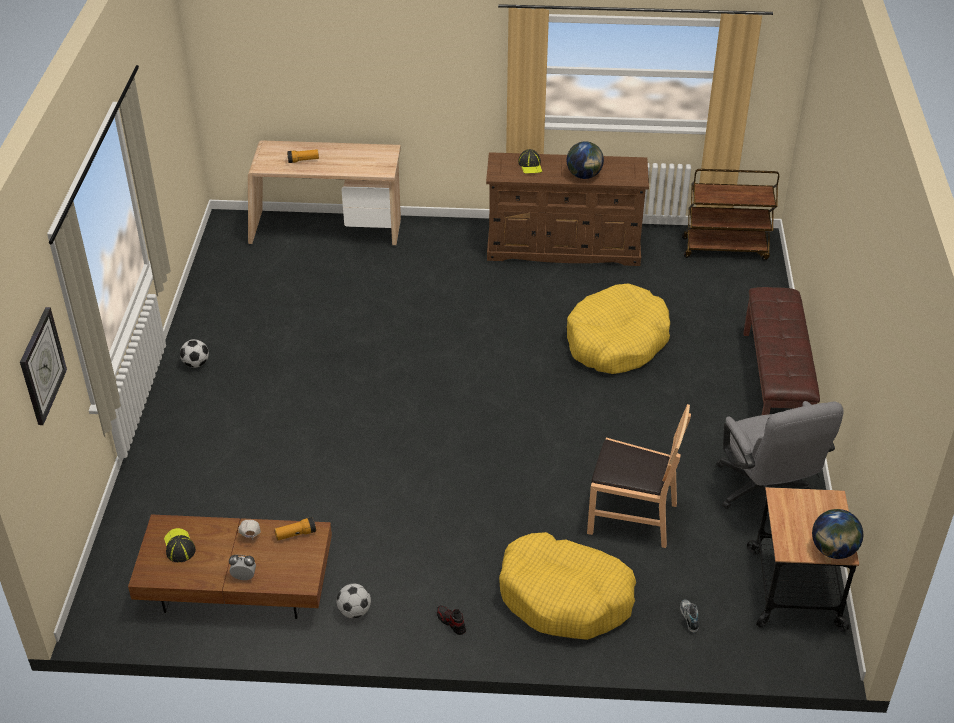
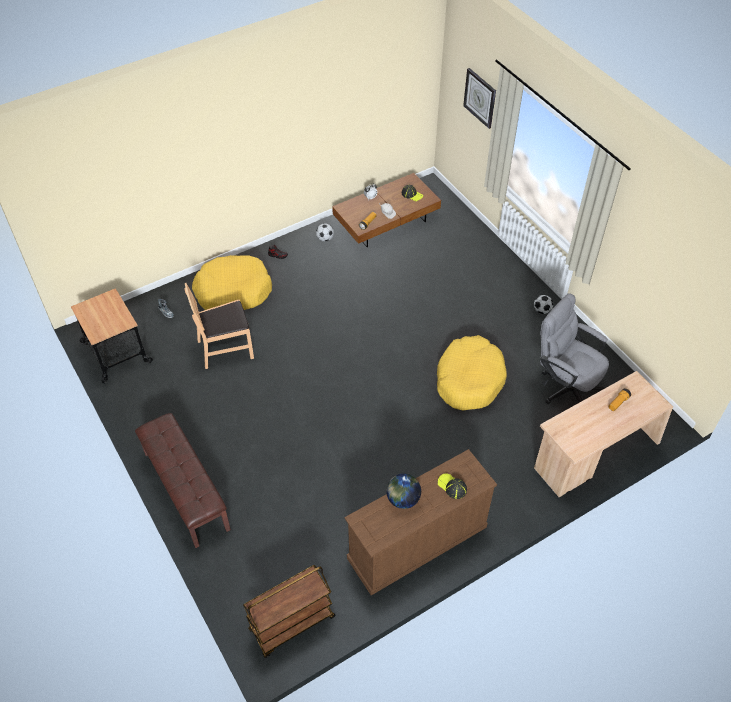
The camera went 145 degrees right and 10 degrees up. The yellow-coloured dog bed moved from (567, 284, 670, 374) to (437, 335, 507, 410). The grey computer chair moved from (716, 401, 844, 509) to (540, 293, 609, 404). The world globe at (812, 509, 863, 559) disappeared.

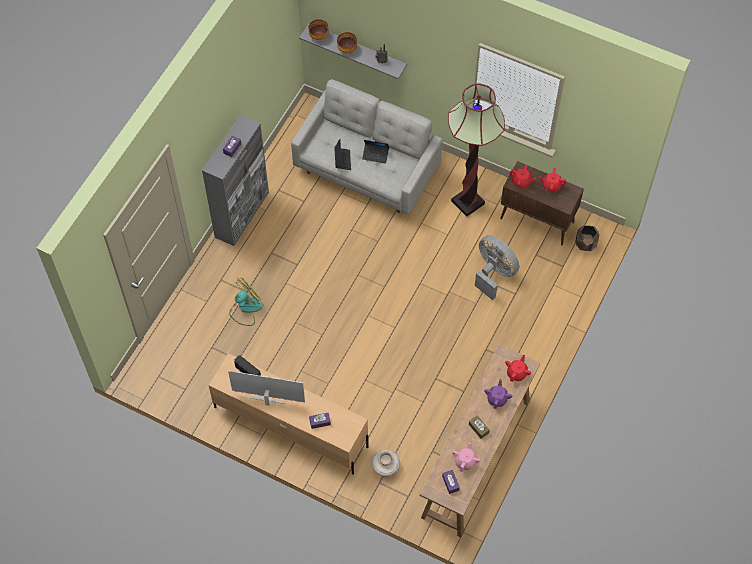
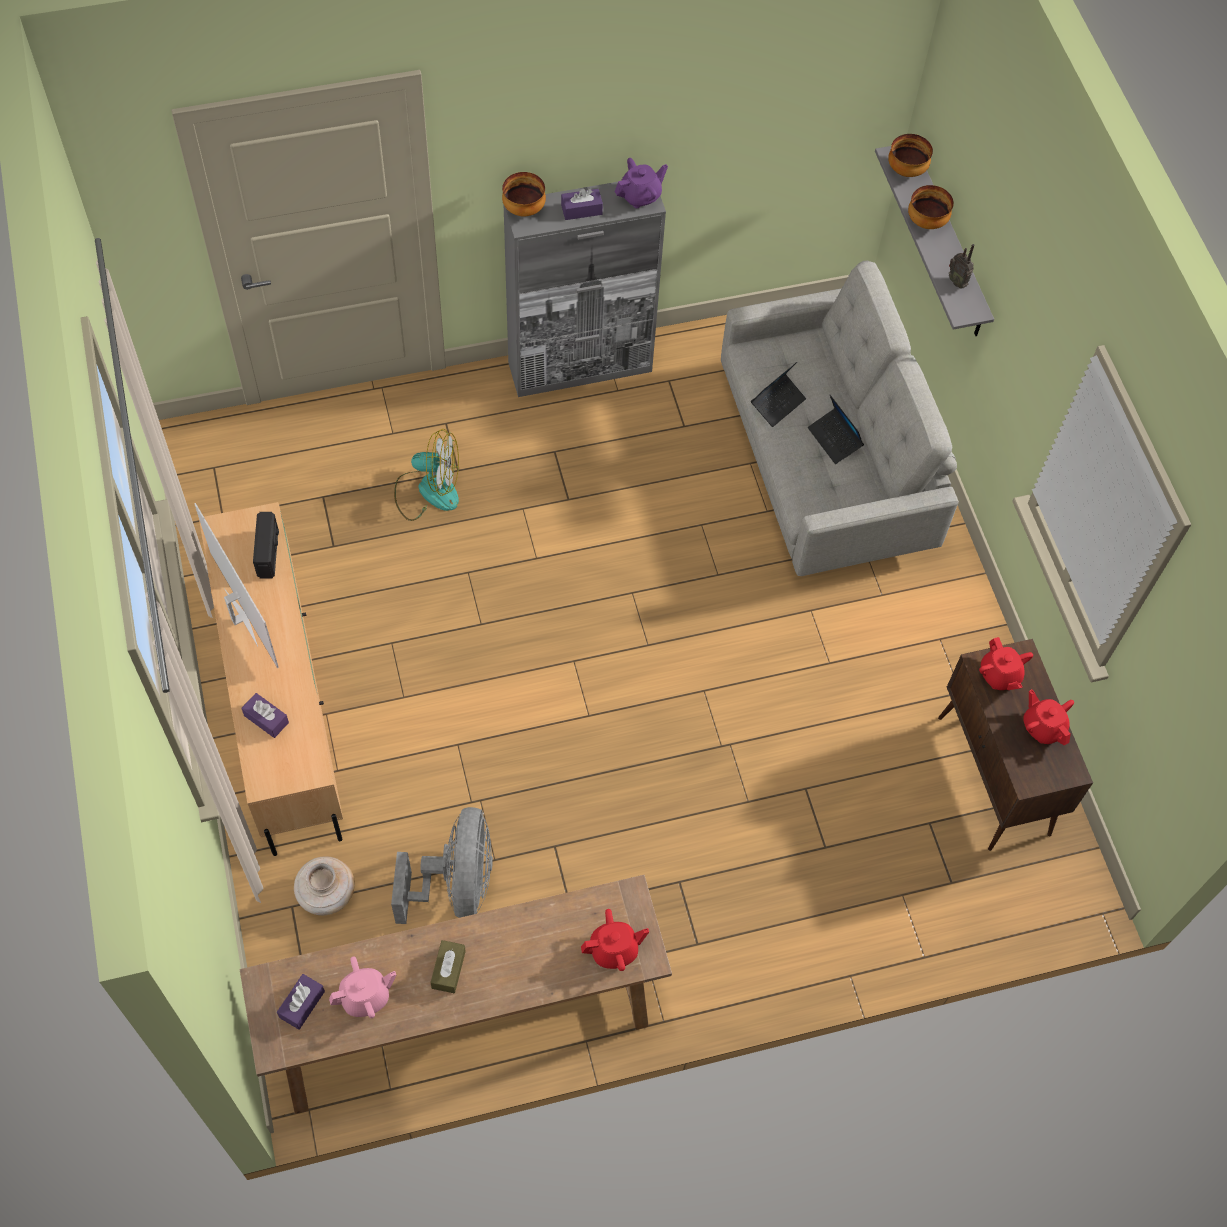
The camera went 45 degrees right and 0 degrees up. The grey fan moved from (475, 235, 519, 300) to (391, 807, 493, 924). The bowl at (502, 172, 546, 216) appeared. The purple-coloured teapot moved from (484, 379, 512, 409) to (615, 158, 668, 208). The floor lamp at (448, 83, 505, 217) disappeared. The brown planter at (575, 225, 599, 251) disappeared.

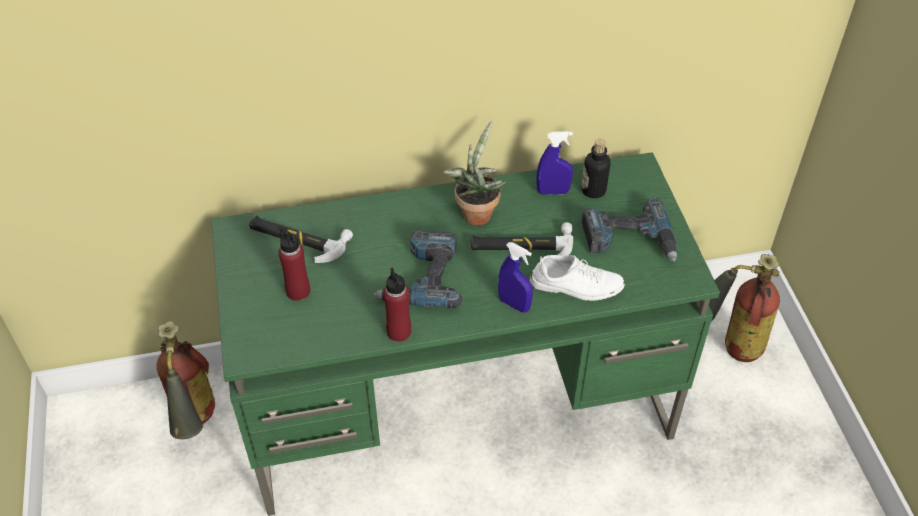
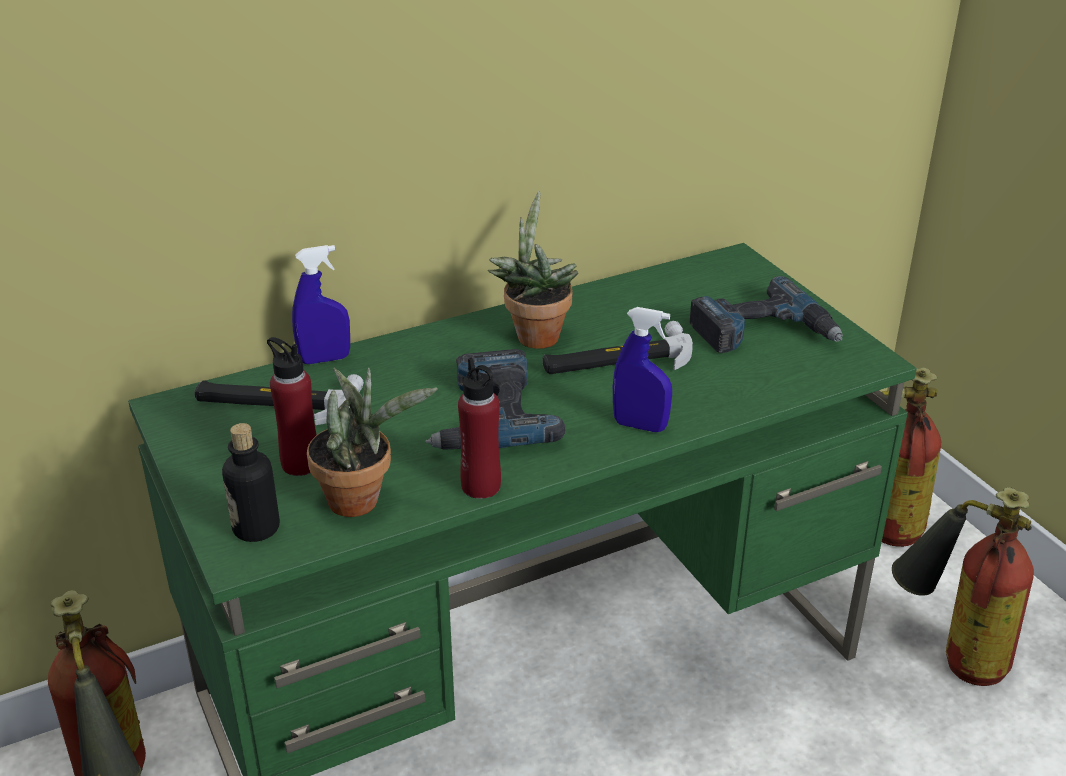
The camera went 15 degrees left and 15 degrees down. The drink bottle moved from (581, 139, 611, 198) to (222, 423, 280, 542). The bluish sprayer moved from (536, 131, 573, 195) to (292, 245, 350, 364). The plant in a pot at (307, 368, 438, 517) appeared. The fire extinguisher at (892, 487, 1034, 686) appeared. The white shoe at (530, 255, 625, 301) disappeared.

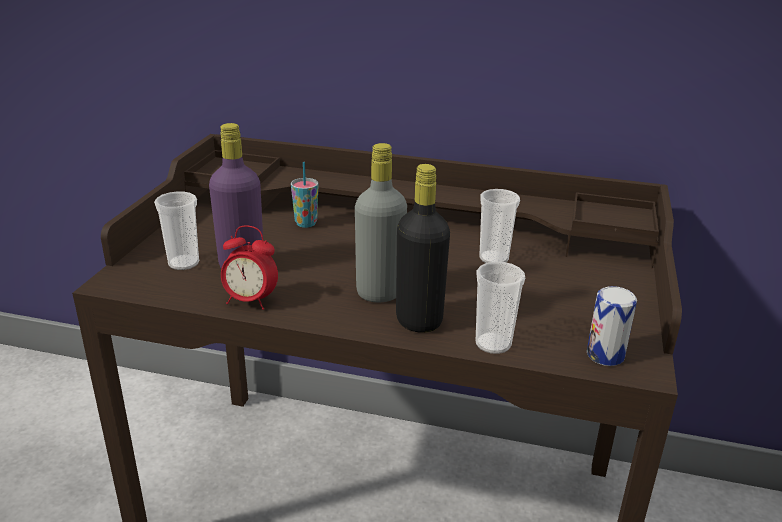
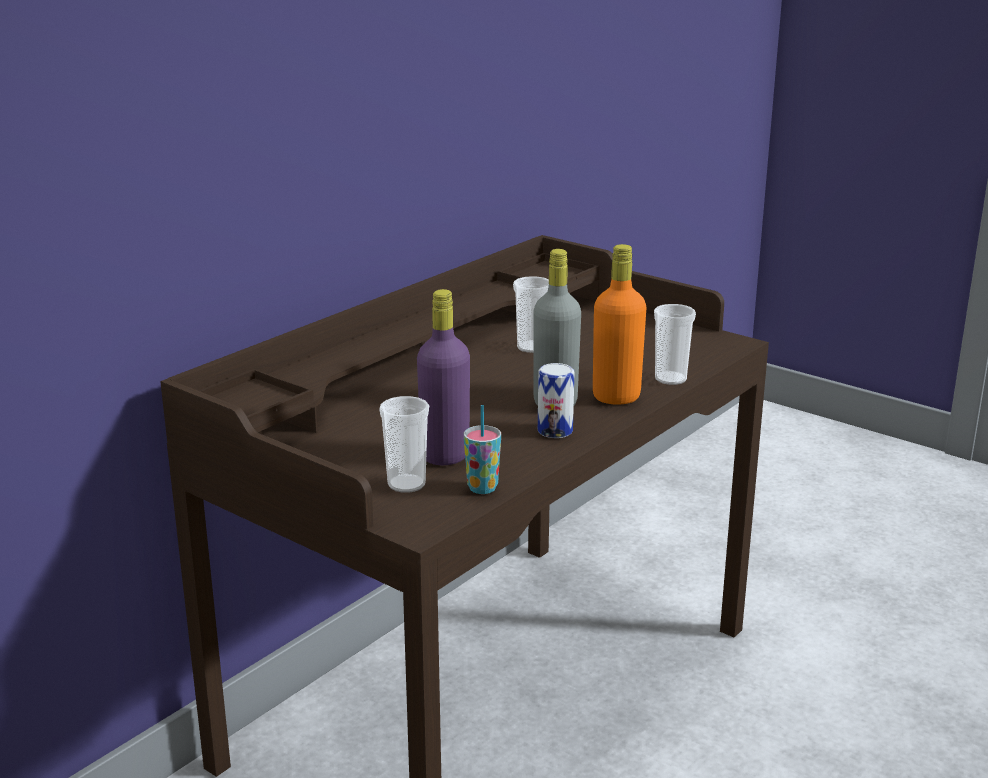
The camera went 65 degrees left and 5 degrees down. The drinking cup moved from (291, 162, 318, 228) to (464, 405, 501, 494). The sealed can moved from (587, 286, 637, 366) to (538, 363, 575, 438). The black-coloured drink bottle at (396, 164, 450, 333) became the orange drink bottle at (593, 244, 647, 405). The table clock at (221, 225, 278, 310) disappeared.

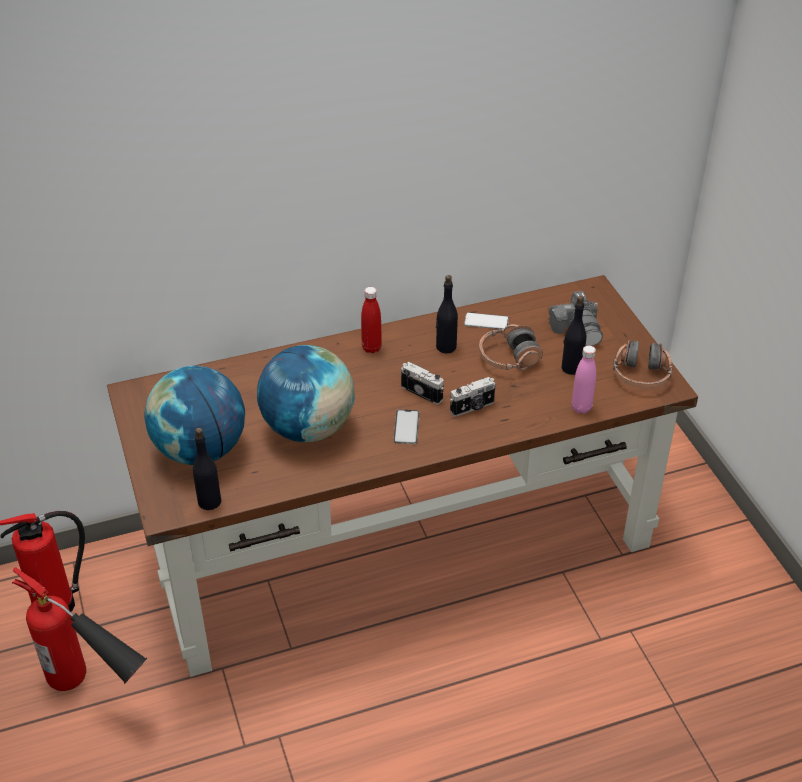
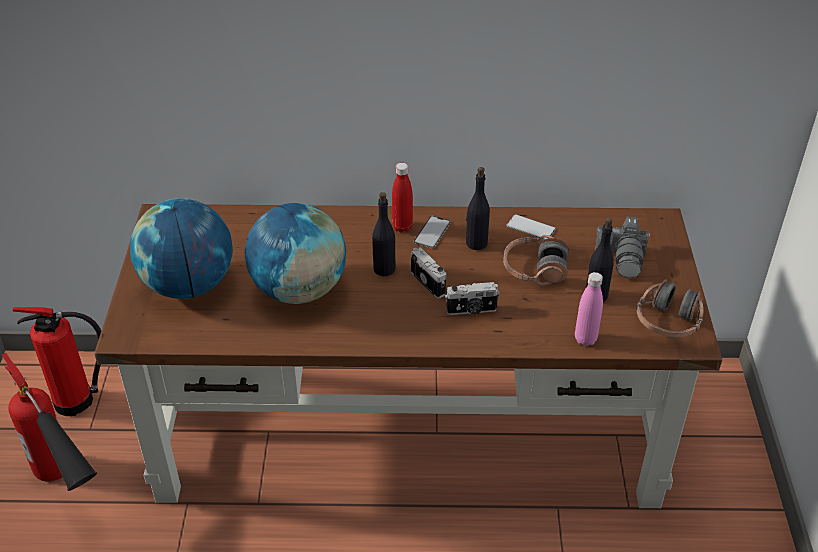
The camera went 20 degrees right and 0 degrees up. The black-coloured drink bottle moved from (193, 428, 221, 510) to (372, 192, 395, 276). The handset moved from (393, 409, 420, 444) to (414, 216, 451, 249).

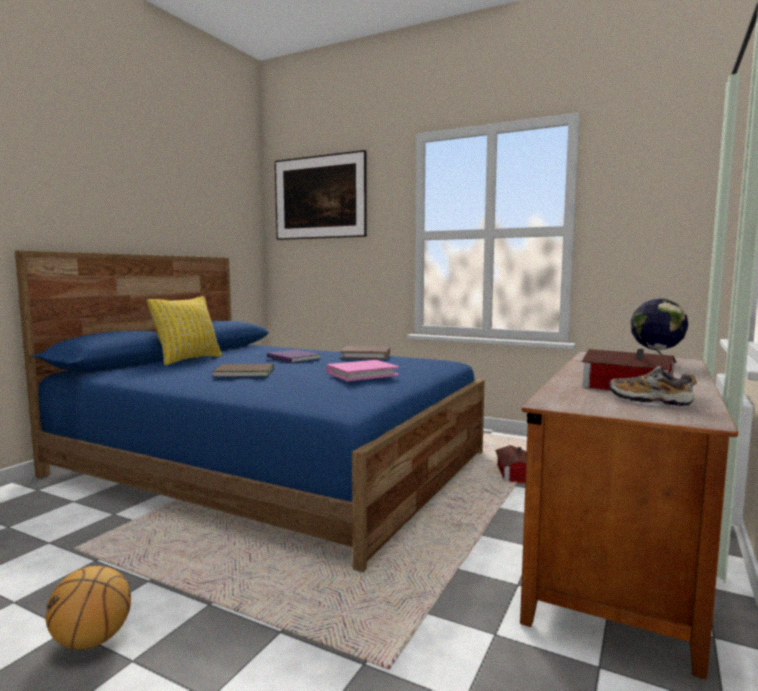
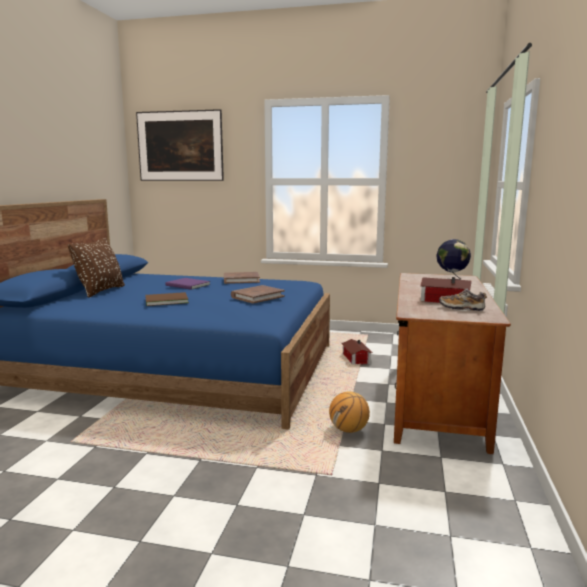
The camera went 15 degrees left and 5 degrees up. The yellow-coloured throw pillow at (147, 296, 222, 365) became the brown throw pillow at (68, 238, 125, 298). The pink bound book at (326, 360, 399, 381) became the brown bound book at (231, 285, 285, 304). The ball for basketball moved from (45, 566, 131, 649) to (329, 391, 370, 433).

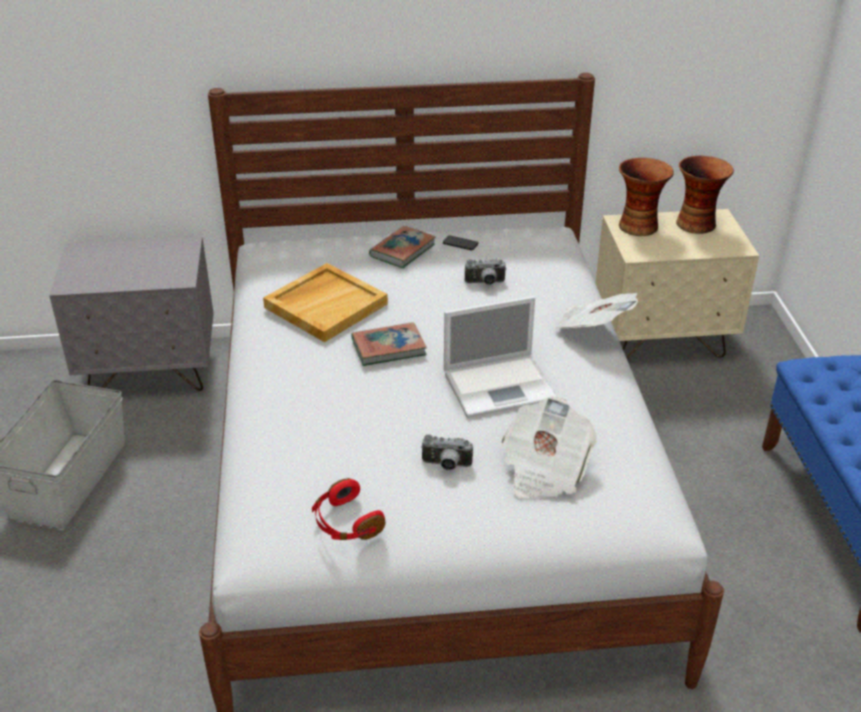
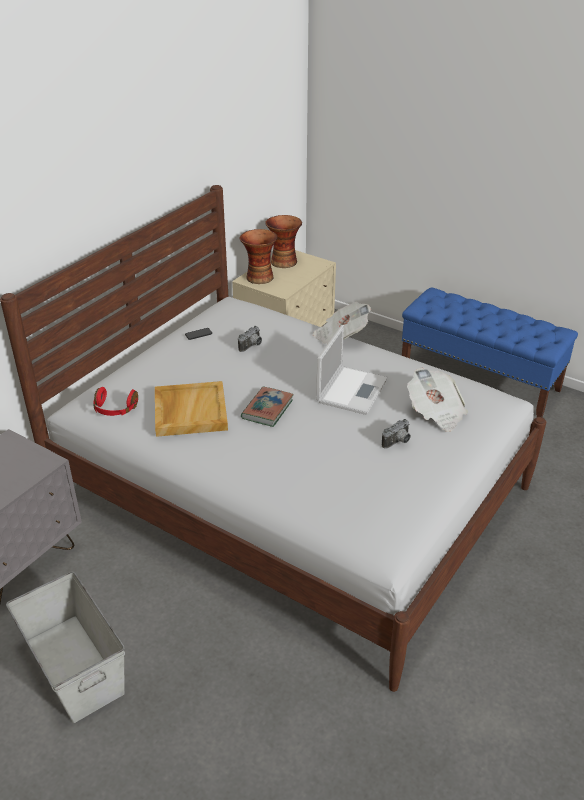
The camera went 50 degrees left and 0 degrees up. The red-coloured headphones moved from (312, 478, 385, 540) to (93, 387, 138, 416). The bound book at (369, 226, 436, 268) disappeared.

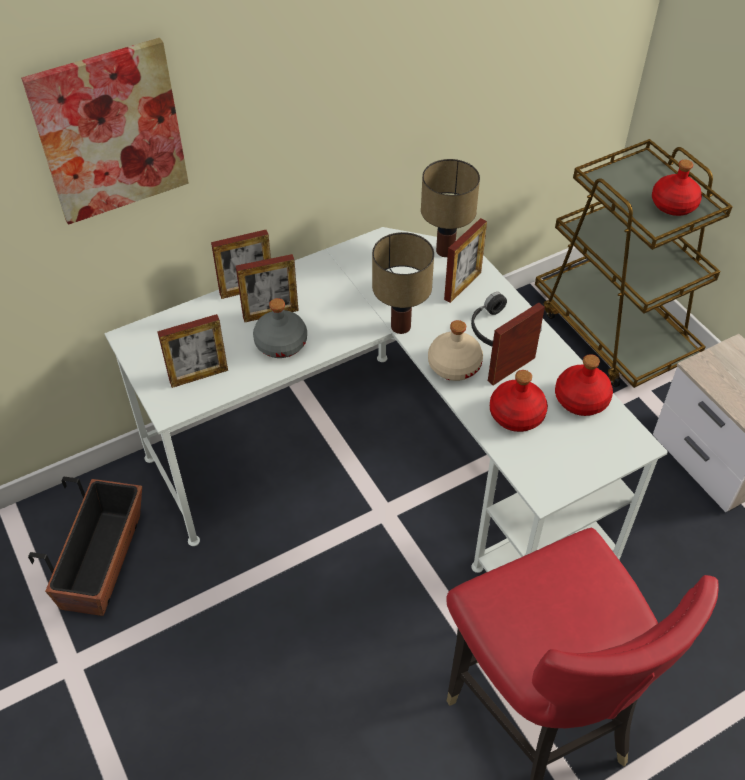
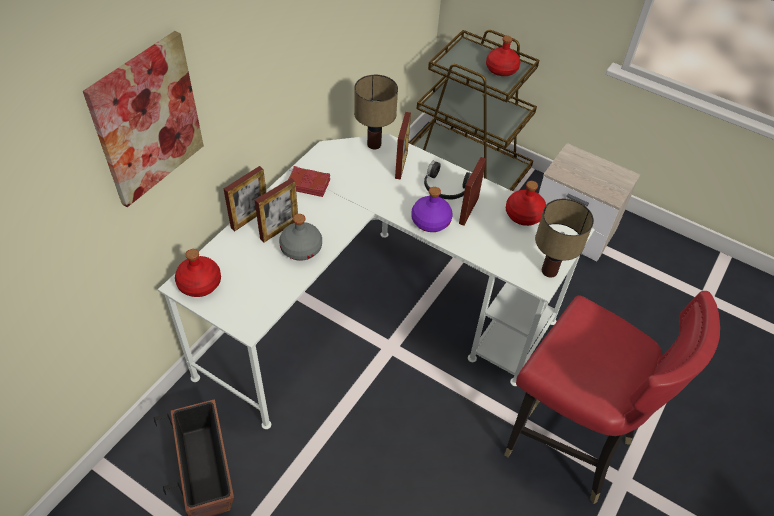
The camera went 30 degrees left and 0 degrees up. The red-coloured drink bottle moved from (490, 370, 548, 432) to (175, 249, 221, 297). The red-coloured bound book at (288, 166, 330, 197) appeared. The sand-coloured drink bottle at (428, 320, 483, 381) became the purple-coloured drink bottle at (411, 187, 453, 232). The lamp for a table moved from (372, 232, 434, 334) to (535, 199, 594, 277). The standing frame at (157, 314, 228, 388) disappeared.

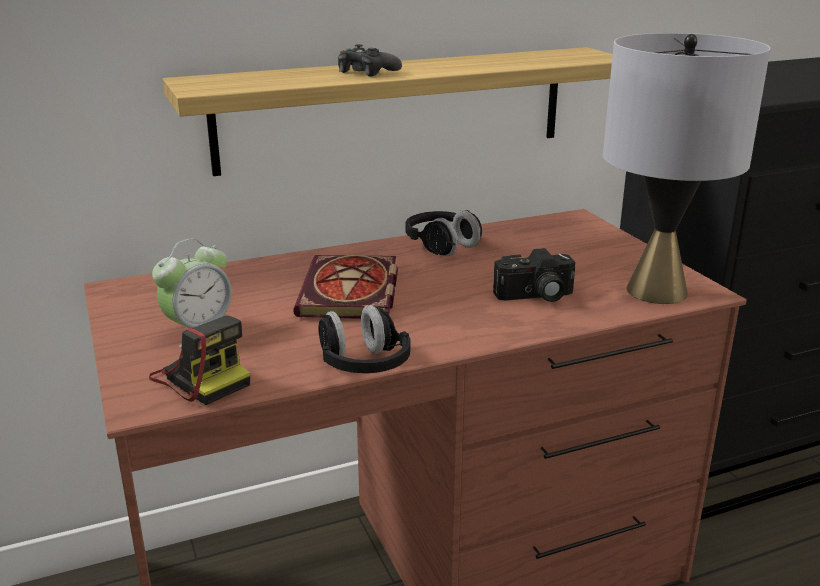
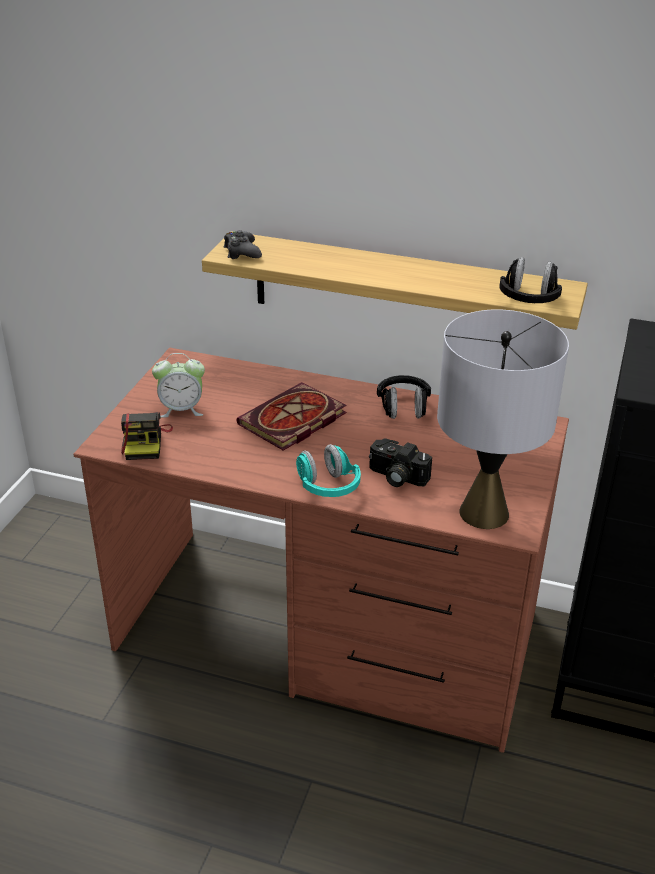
The camera went 40 degrees right and 10 degrees up. The black-coloured game controller moved from (338, 44, 402, 77) to (223, 230, 262, 259). The blue-green headphones at (296, 444, 361, 497) appeared. The black-coloured headphones moved from (319, 305, 411, 373) to (500, 257, 562, 303).

